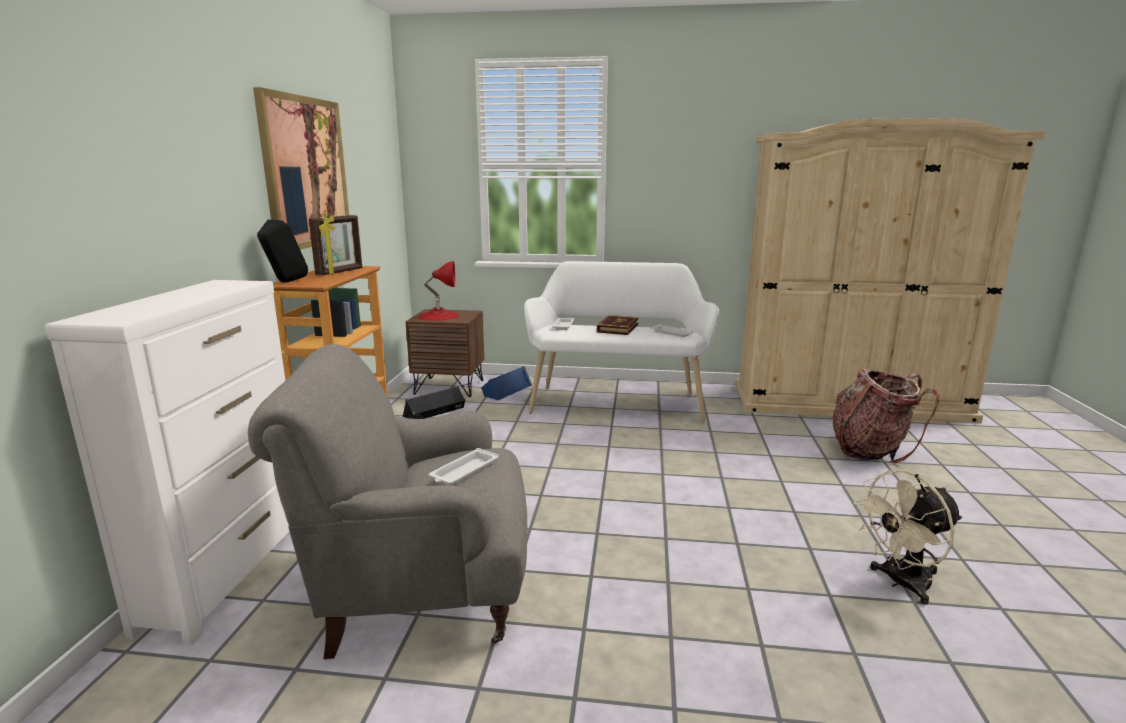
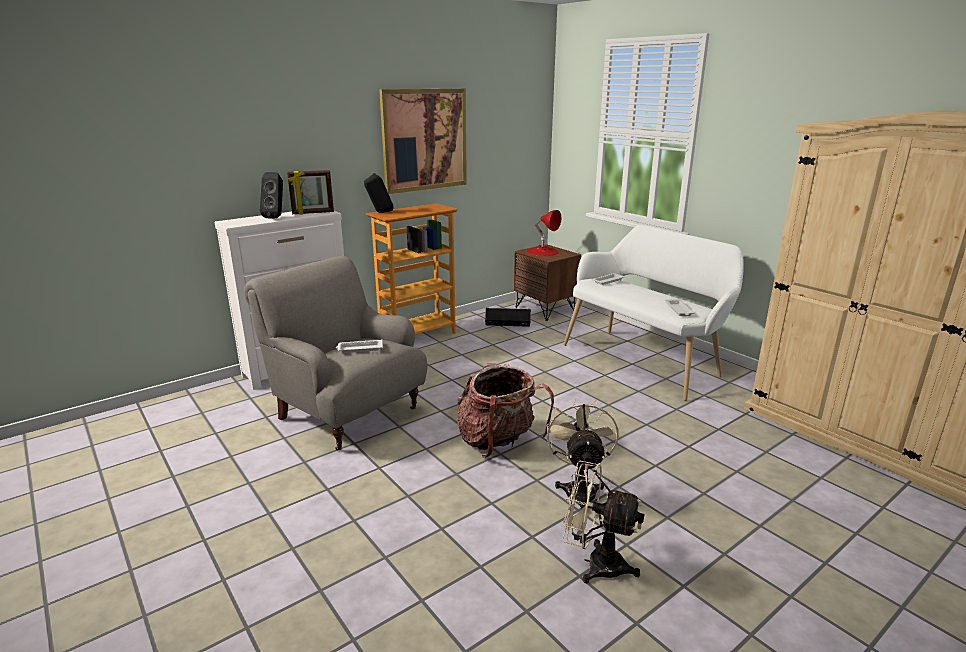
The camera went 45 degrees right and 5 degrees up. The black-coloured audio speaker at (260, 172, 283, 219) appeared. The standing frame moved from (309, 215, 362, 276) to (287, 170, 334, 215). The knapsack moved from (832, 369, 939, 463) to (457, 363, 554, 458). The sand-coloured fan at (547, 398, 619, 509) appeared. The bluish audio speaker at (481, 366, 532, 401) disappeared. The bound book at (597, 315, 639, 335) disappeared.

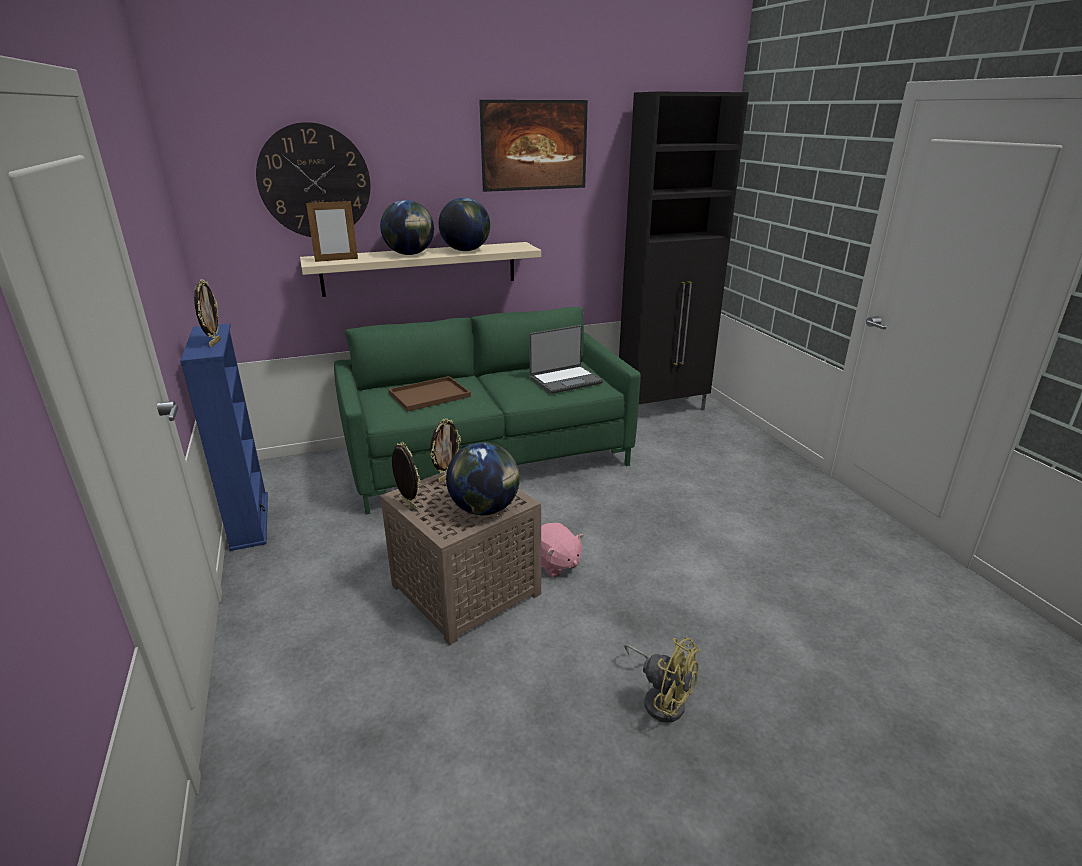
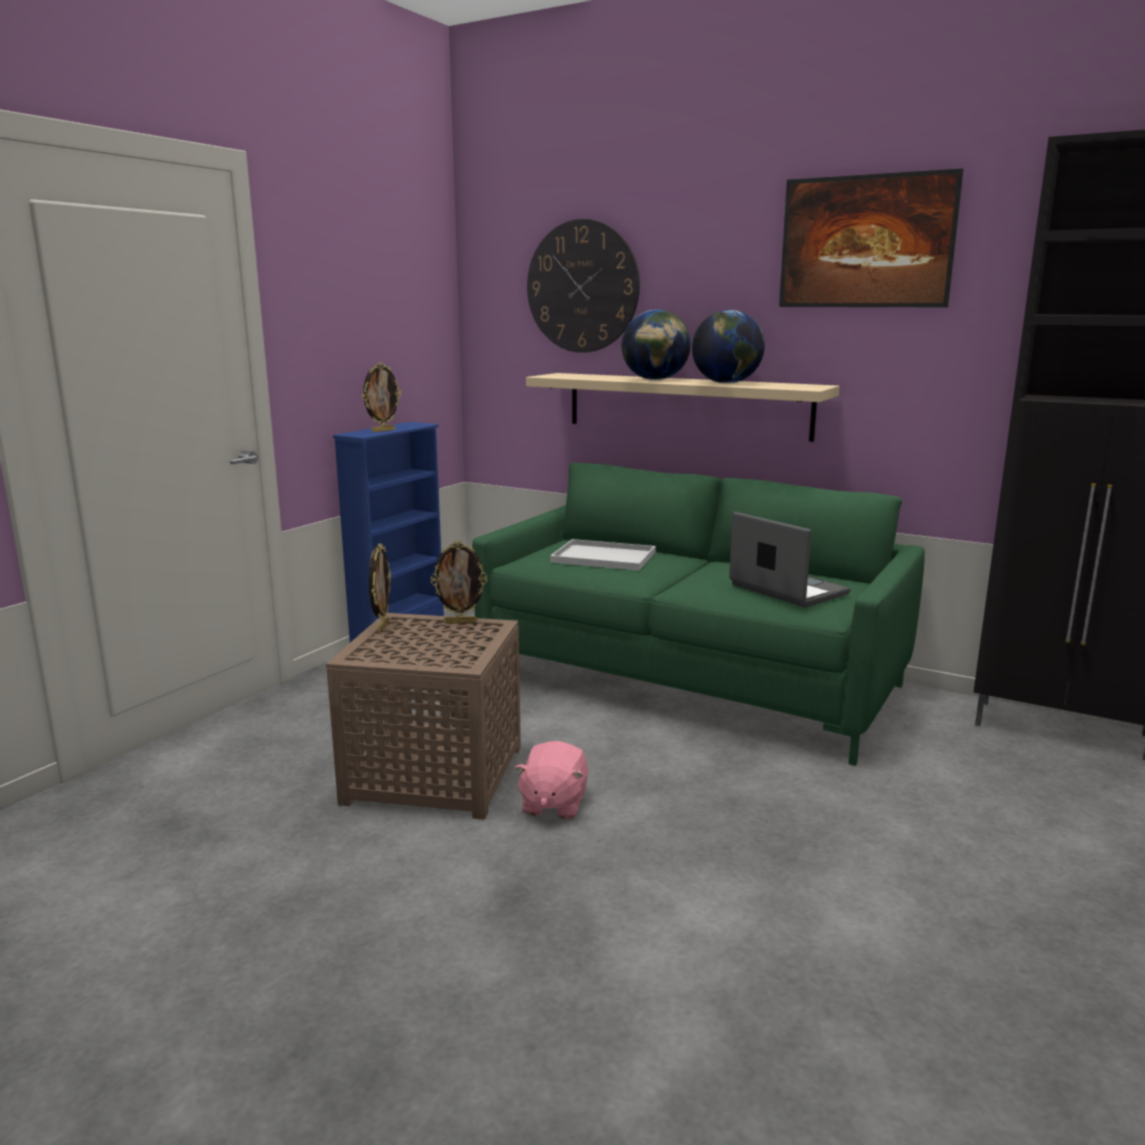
The camera went 50 degrees right and 10 degrees down. The brown carrying tray at (388, 376, 471, 412) became the white carrying tray at (550, 539, 656, 571). The portable computer at (529, 325, 603, 394) turned 150 degrees counterclockwise. The standing frame at (306, 199, 358, 262) disappeared. The world globe at (446, 442, 520, 515) disappeared. The yellow-coloured fan at (624, 637, 700, 723) disappeared.

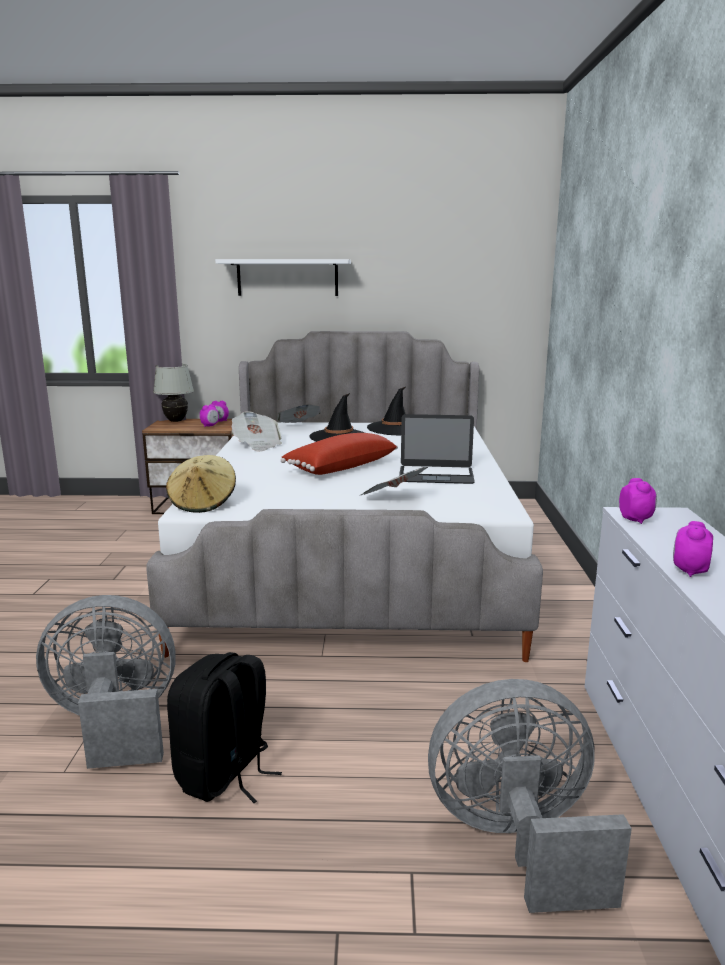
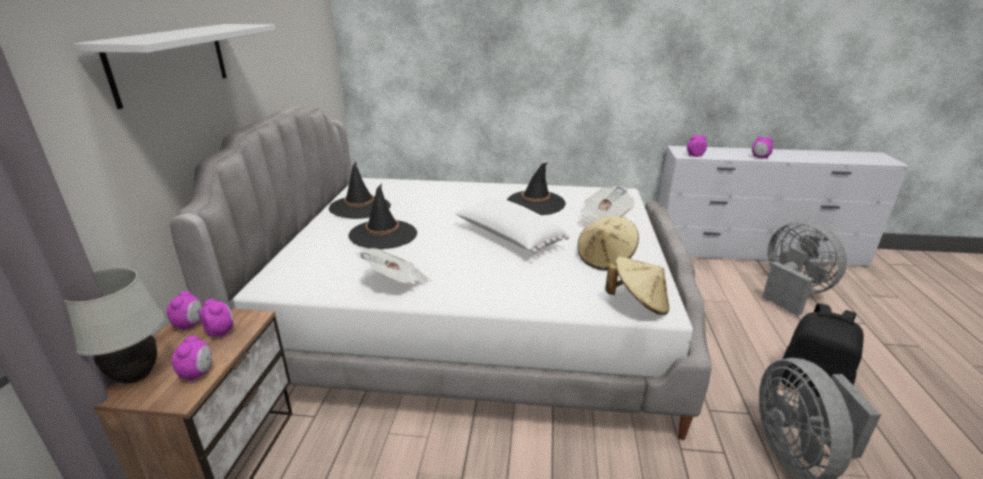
The camera went 85 degrees left and 10 degrees up. The table clock at (172, 336, 212, 383) appeared. The red-coloured throw pillow at (281, 433, 398, 475) became the white throw pillow at (455, 197, 569, 253). The portable computer at (399, 414, 475, 484) was replaced by the black-coloured hat at (507, 162, 566, 215). The sand-coloured hat at (577, 216, 639, 270) appeared. The grey fan at (428, 679, 632, 913) turned 150 degrees clockwise. The daily paper at (277, 404, 321, 423) disappeared.

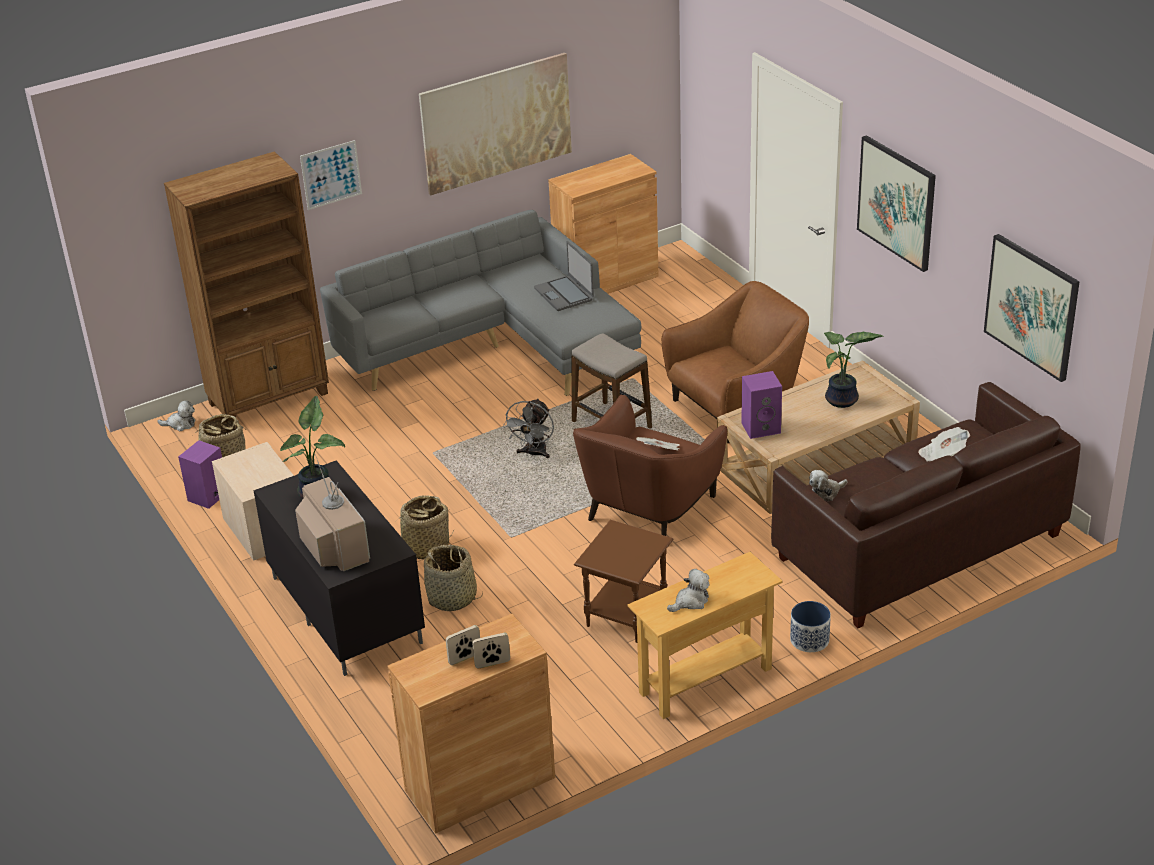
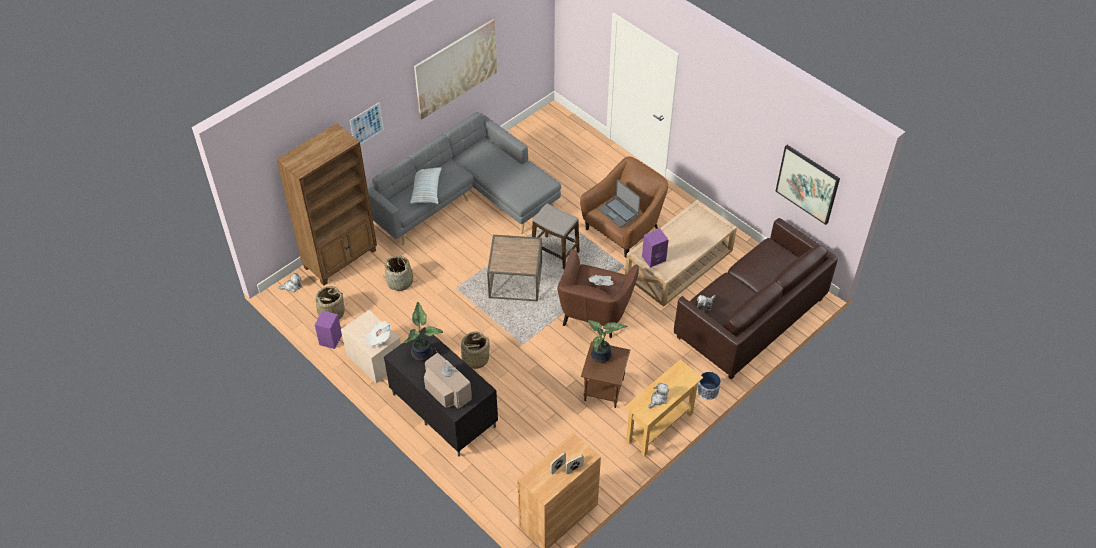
The camera went 15 degrees left and 15 degrees up. The daily paper moved from (918, 427, 970, 461) to (365, 321, 392, 347). The storage basket moved from (423, 545, 483, 611) to (384, 256, 415, 291). The throw pillow at (410, 167, 442, 204) appeared. The grey fan at (503, 398, 554, 458) was replaced by the brown side table at (487, 235, 542, 301). The plant in a pot moved from (824, 332, 884, 408) to (588, 320, 628, 363). The portable computer moved from (534, 241, 594, 311) to (598, 180, 640, 228). The brown cabinet at (548, 154, 658, 294) disappeared. The wall art at (857, 135, 936, 272) disappeared.

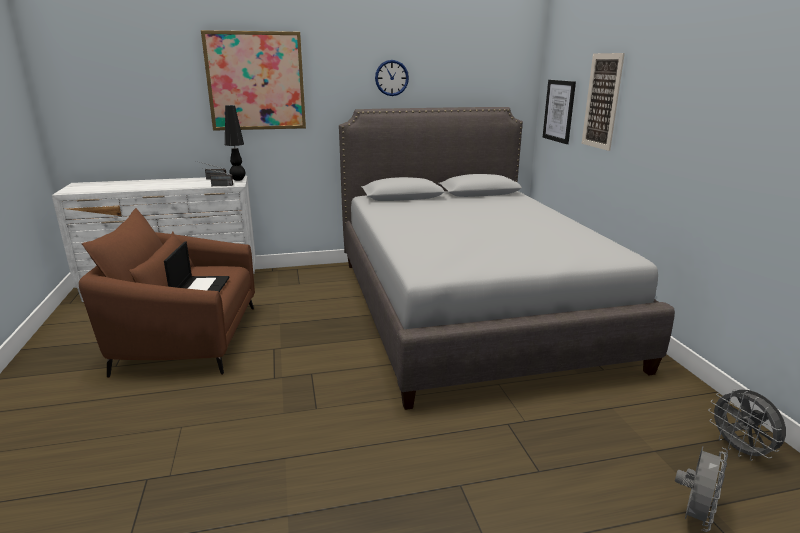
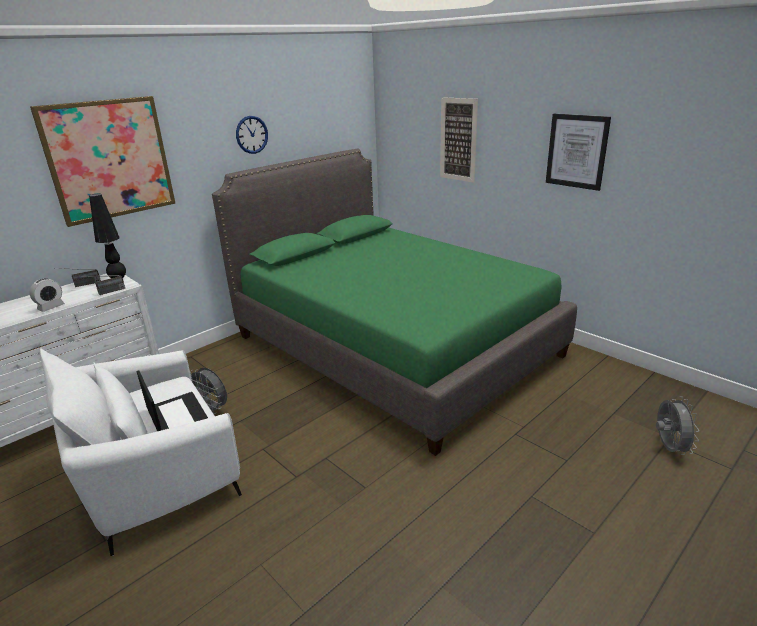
The camera went 30 degrees left and 5 degrees up. The table clock at (30, 278, 65, 312) appeared. The brown lounge chair at (79, 208, 255, 378) became the white lounge chair at (40, 348, 242, 556). The grey fan moved from (708, 388, 786, 461) to (190, 368, 227, 414). The grey bedroom bed at (339, 107, 675, 410) became the greenish bedroom bed at (212, 148, 577, 456). The wall art moved from (543, 80, 576, 144) to (546, 114, 611, 191).

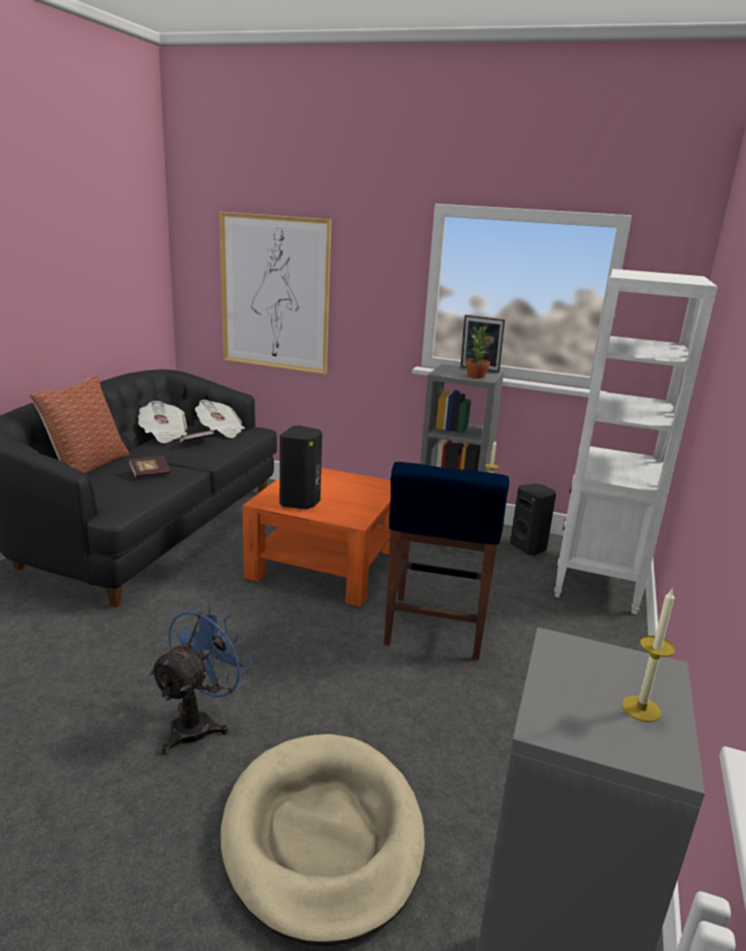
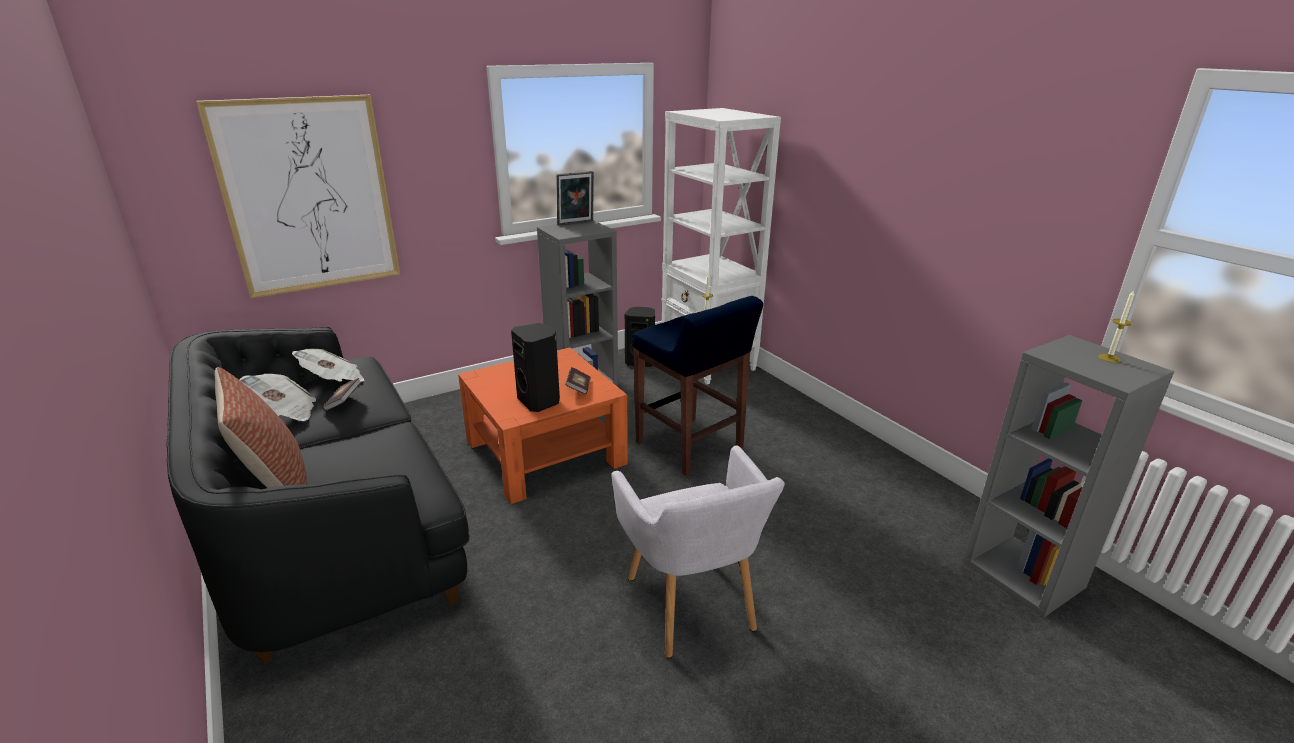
The camera went 50 degrees left and 5 degrees up. The bound book moved from (128, 456, 170, 478) to (565, 367, 591, 394). The bluish fan at (149, 603, 253, 755) was replaced by the grey lounge chair at (611, 446, 785, 658). The sand-coloured dog bed at (221, 734, 425, 947) disappeared. The plant in a pot at (465, 326, 491, 378) disappeared.

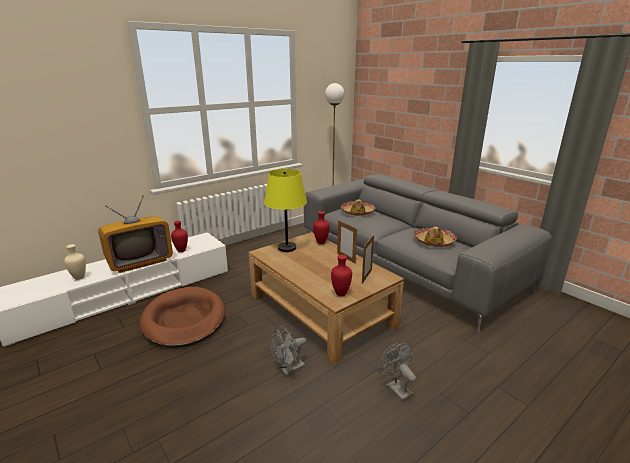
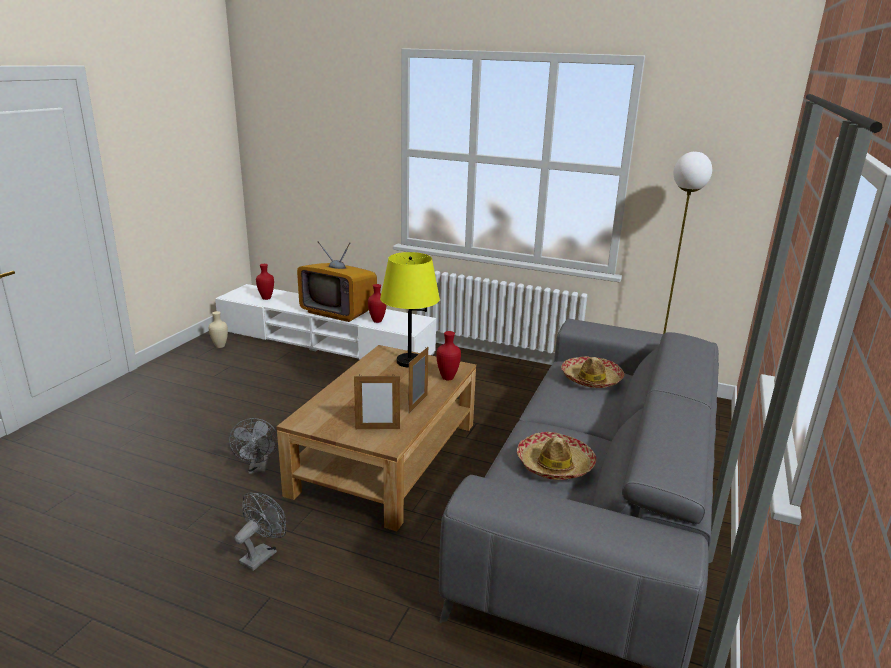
The camera went 60 degrees right and 0 degrees up. The sand-coloured vase moved from (64, 244, 86, 280) to (209, 311, 228, 348). The grey fan at (271, 327, 306, 376) turned 120 degrees counterclockwise. The red-coloured vase moved from (331, 255, 352, 296) to (256, 264, 274, 300). The brown dog bed at (140, 287, 225, 348) disappeared.

